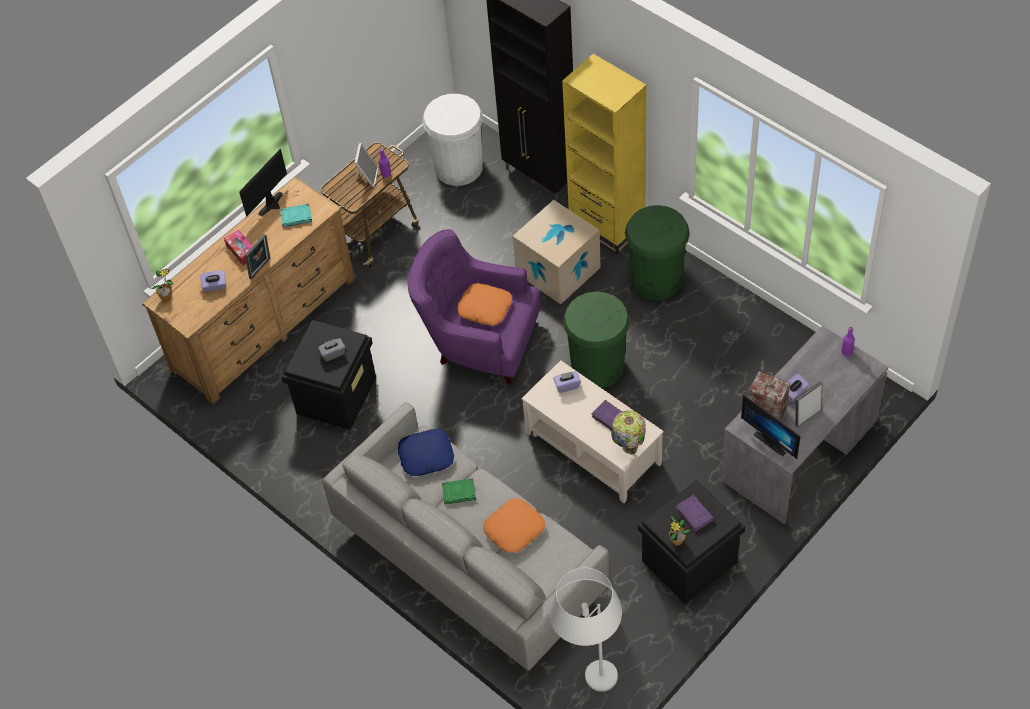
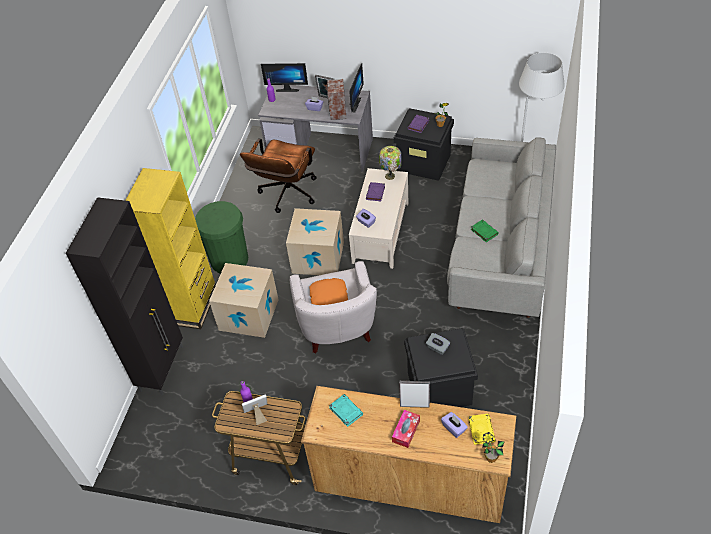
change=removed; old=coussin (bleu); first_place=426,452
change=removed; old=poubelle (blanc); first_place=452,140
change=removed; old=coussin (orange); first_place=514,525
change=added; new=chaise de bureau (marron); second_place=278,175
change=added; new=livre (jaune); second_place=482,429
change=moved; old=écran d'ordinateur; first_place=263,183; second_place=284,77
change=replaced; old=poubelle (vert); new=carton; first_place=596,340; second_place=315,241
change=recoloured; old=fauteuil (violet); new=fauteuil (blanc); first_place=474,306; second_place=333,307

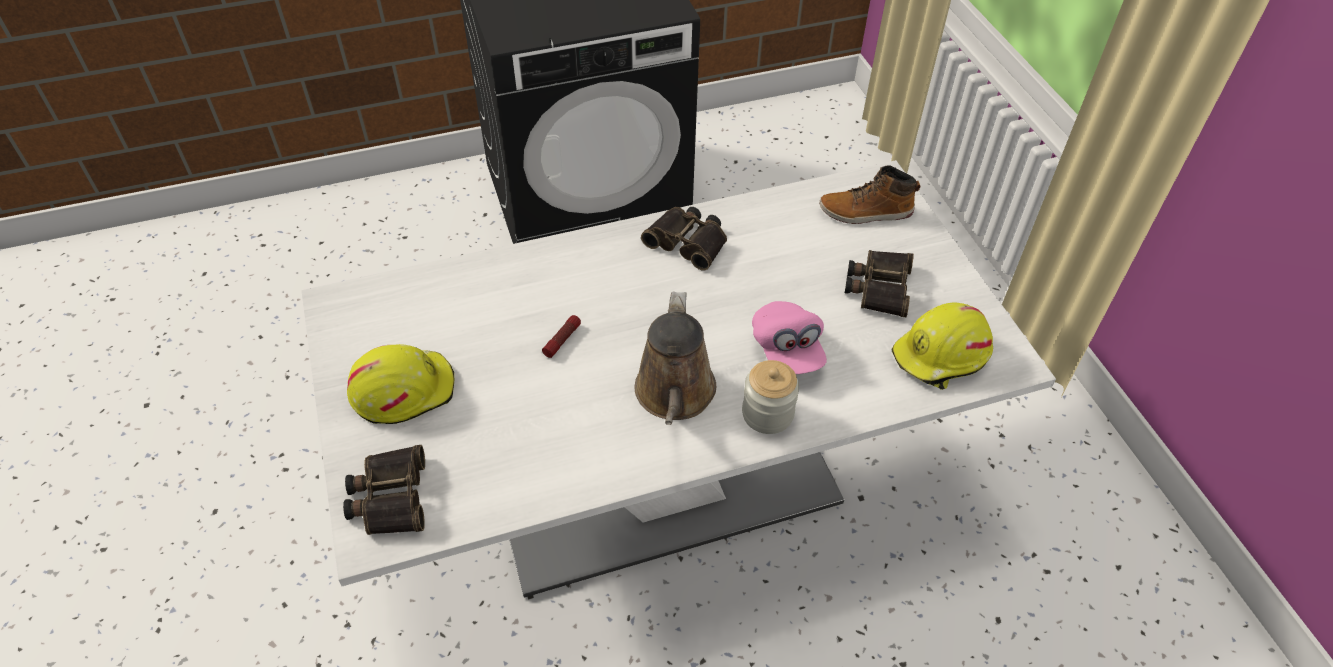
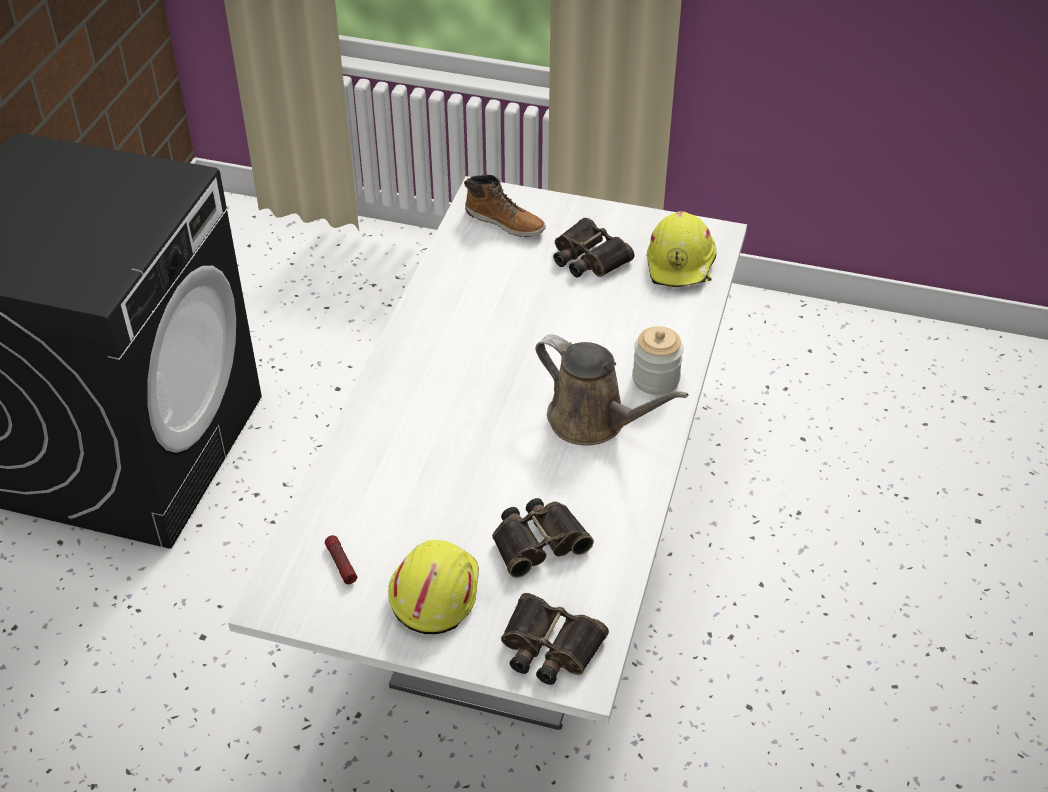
change=removed; old=casquette (rose); first_place=789,337
change=moved; old=lampe de poche; first_place=561,336; second_place=341,559
change=moved; old=jumelles; first_place=684,239; second_place=543,538
change=turned; old=botte; first_place=870,194; second_place=505,206; degrees=-90

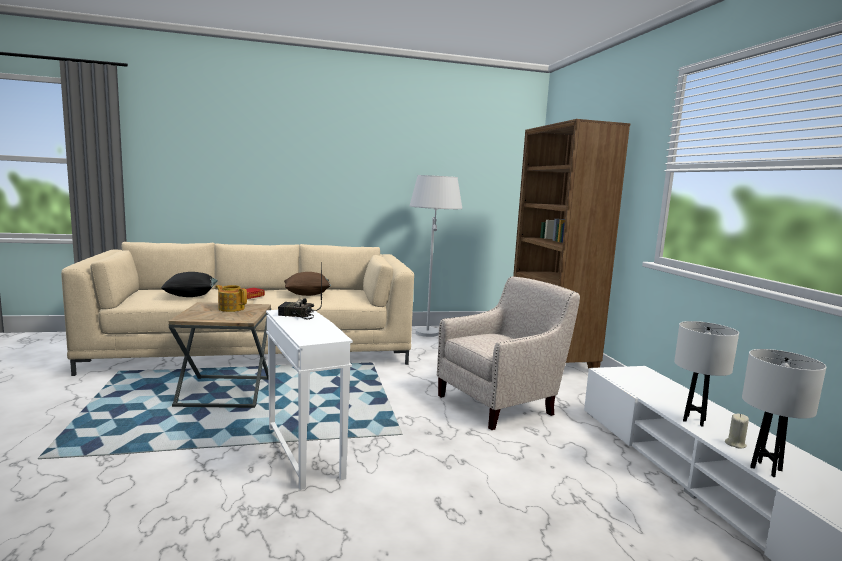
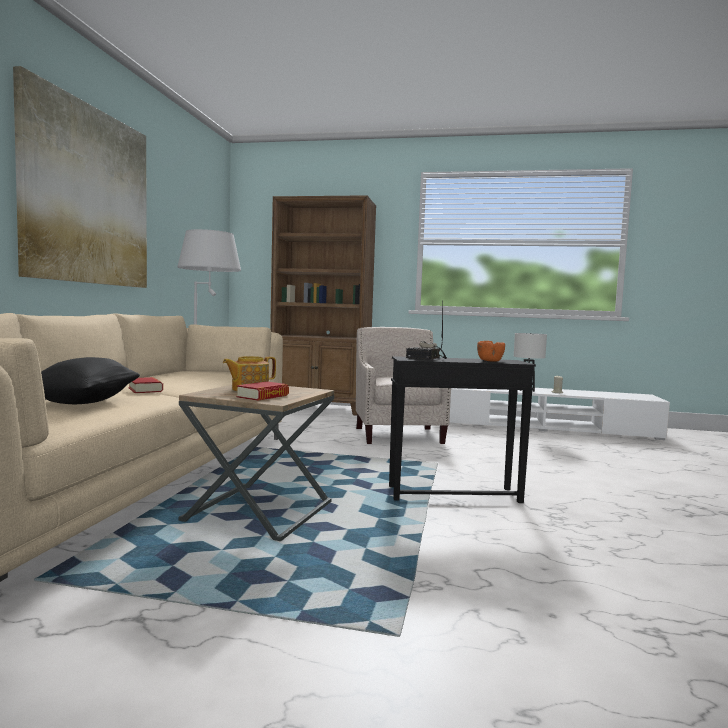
change=removed; old=coussin (marron); first_place=307,284
change=removed; old=lampe de table (blanc); first_place=784,413
change=added; new=tableau; second_place=80,177
change=added; new=livre; second_place=263,391
change=added; new=bol (orange); second_place=491,351
change=recoloured; old=table d'appoint (blanc); new=table d'appoint (noir); first_place=309,400; second_place=462,429

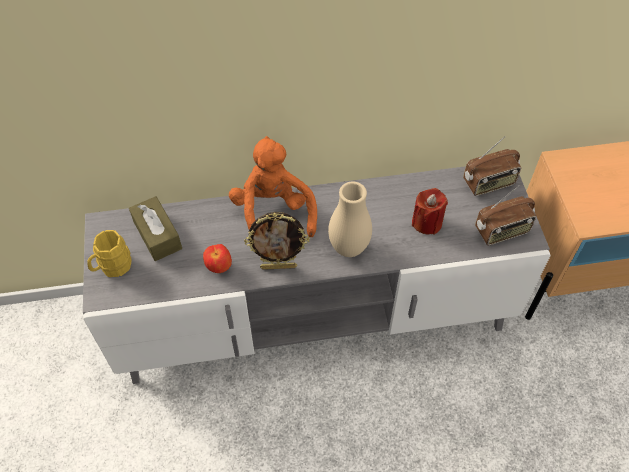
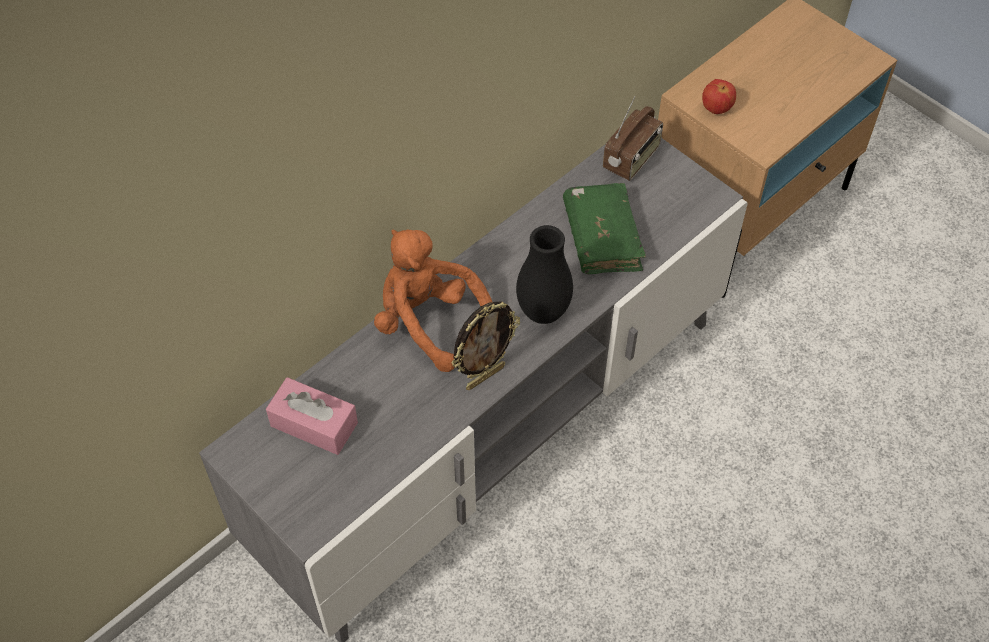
change=removed; old=mug (jaune); first_place=109,253
change=removed; old=radio; first_place=506,215
change=moved; old=pomme; first_place=217,258; second_place=719,96
change=replaced; old=bougie (rouge); new=livre (vert); first_place=430,211; second_place=604,228
change=recoloured; old=boîte à mouchoirs (marron); new=boîte à mouchoirs (rose); first_place=155,228; second_place=312,416
change=recoloured; old=vase (beige); new=vase (noir); first_place=350,219; second_place=544,274

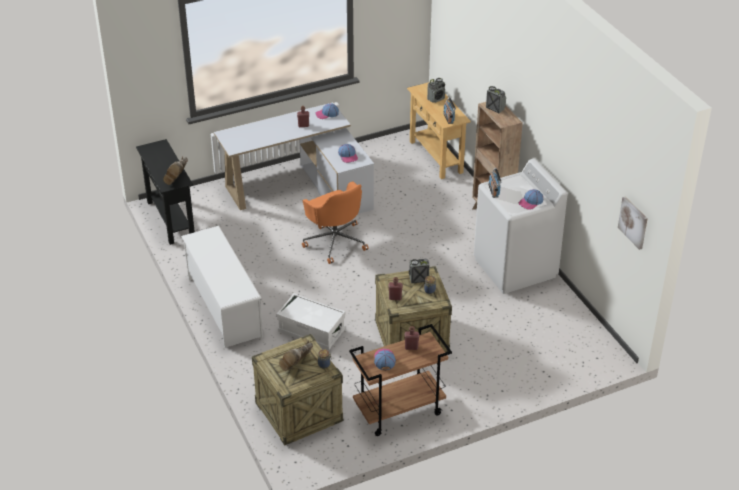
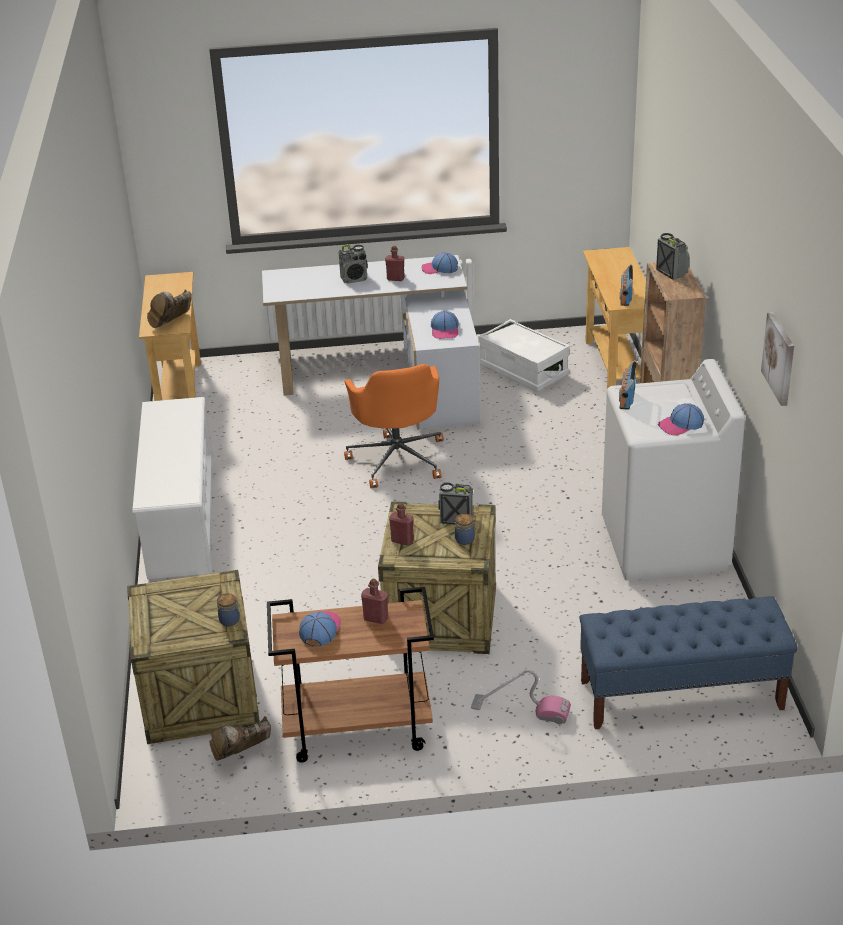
change=added; new=aspirateur; second_place=521,696
change=added; new=banc (bleu); second_place=688,662
change=moved; old=boîte de rangement (blanc); first_place=310,321; second_place=524,355
change=moved; old=botte (marron); first_place=296,355; second_place=240,738
change=moved; old=radio; first_place=436,90; second_place=353,264
change=moved; old=tableau; first_place=633,223; second_place=777,359
change=recoloured; old=table console (noir); new=table console (beige); first_place=165,192; second_place=170,336

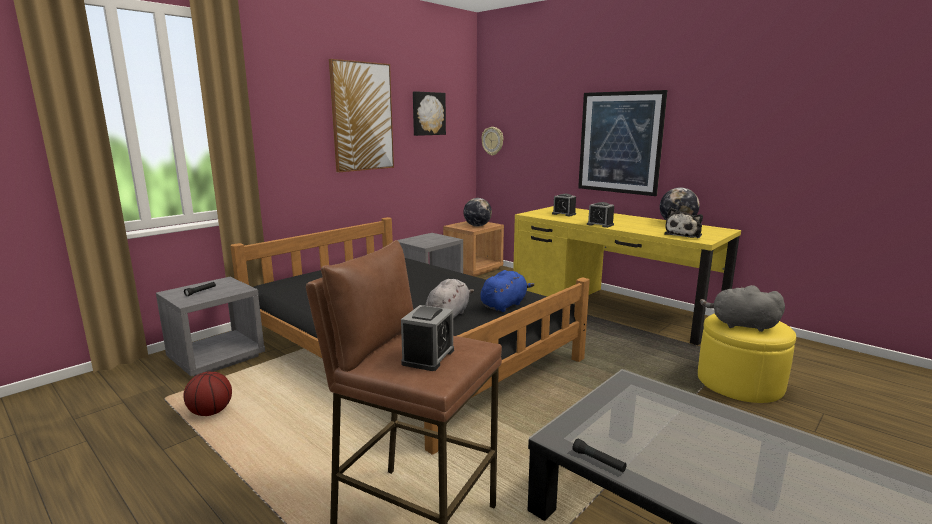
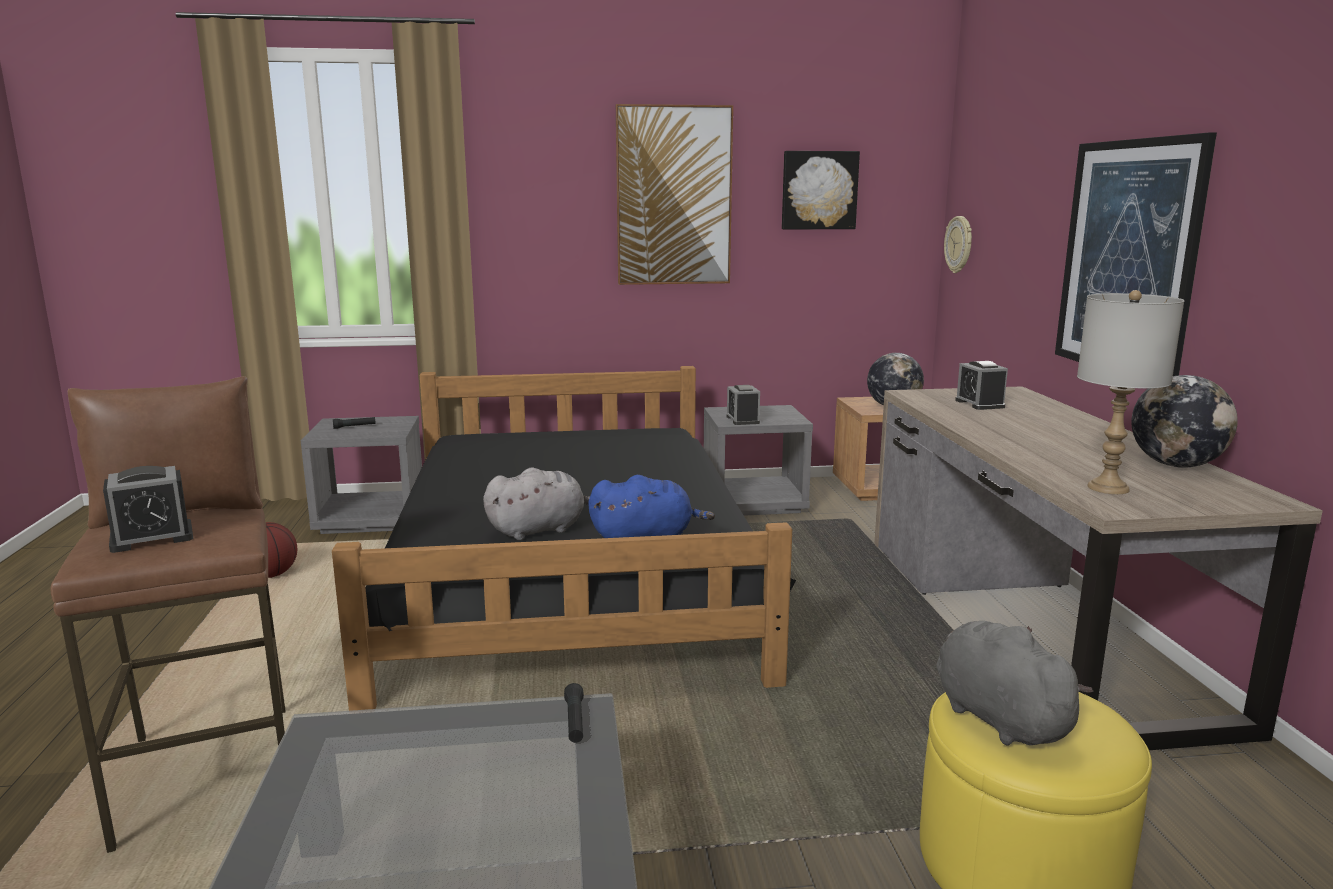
change=moved; old=lampe de poche (noir); first_place=600,455; second_place=574,713
change=moved; old=réveil; first_place=600,215; second_place=743,405
change=replaced; old=peluche; new=lampe de table (gris); first_place=683,223; second_place=1131,392
change=recoloured; old=bureau (jaune); new=bureau (marron); first_place=627,275; second_place=1098,568

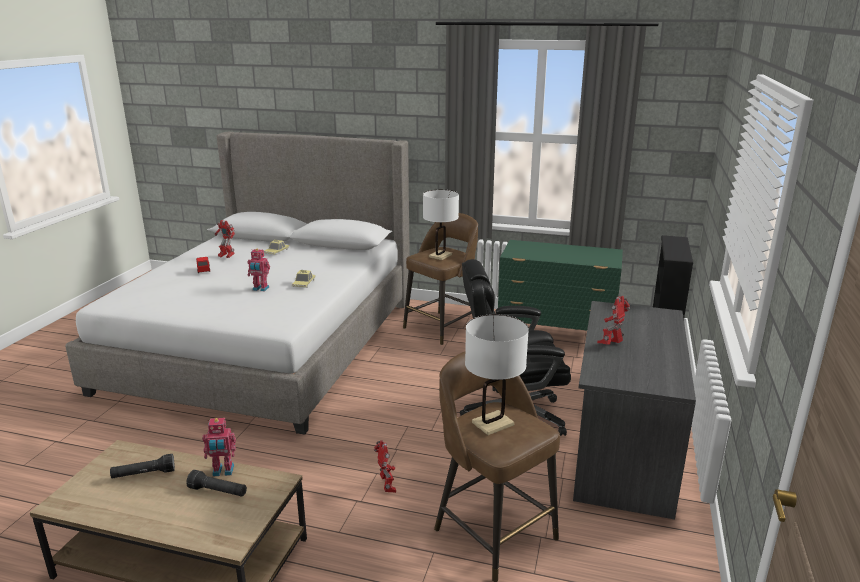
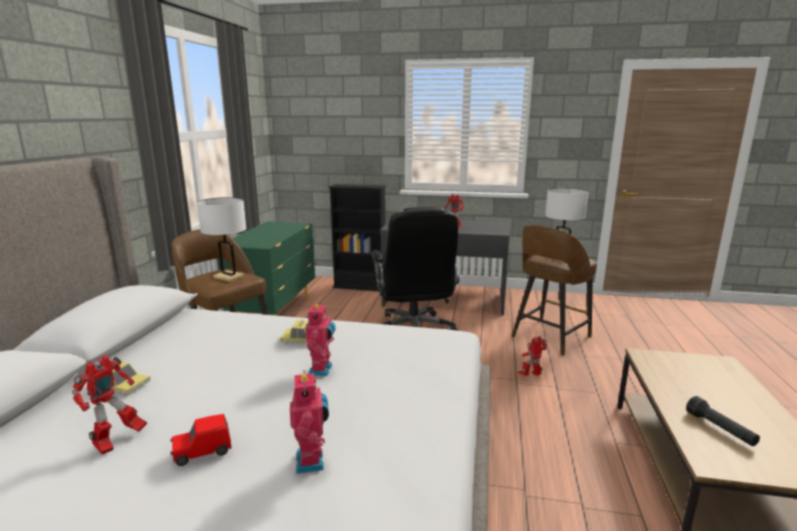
change=removed; old=lampe de poche (noir); first_place=216,483
change=moved; old=robot jouet; first_place=219,447; second_place=309,422

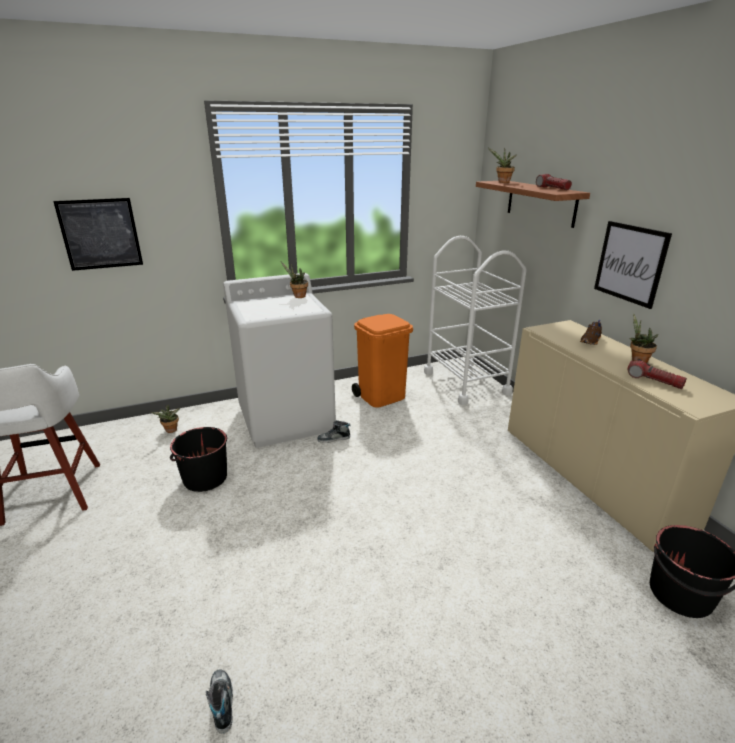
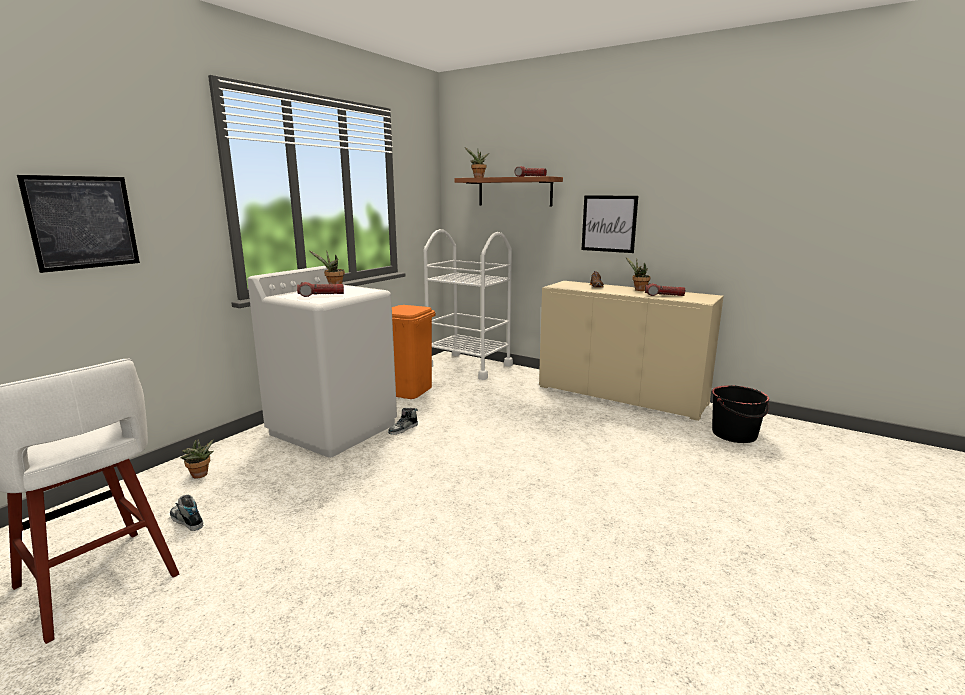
change=removed; old=seau (noir); first_place=198,459
change=added; new=lampe de poche; second_place=320,289
change=moved; old=chaussure; first_place=219,701; second_place=186,513

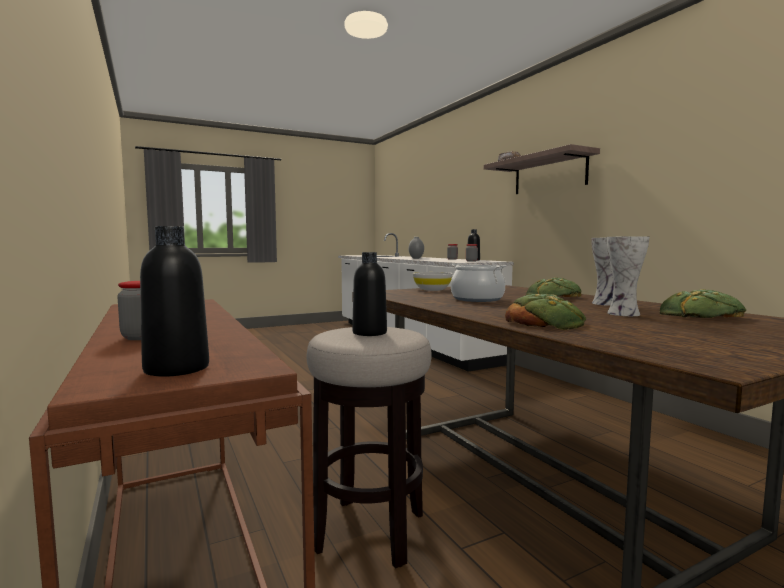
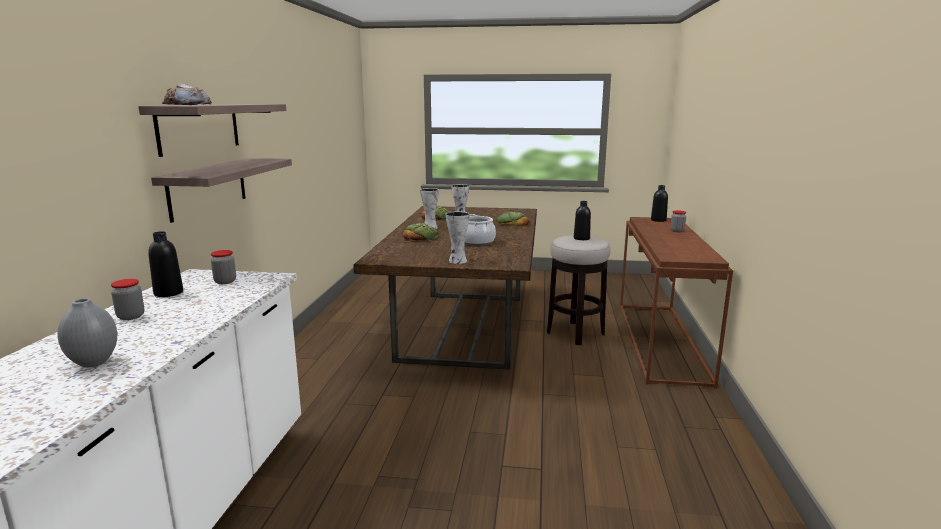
change=added; new=étagère; second_place=221,190
change=replaced; old=bol (blanc); new=vase; first_place=433,281; second_place=458,237

